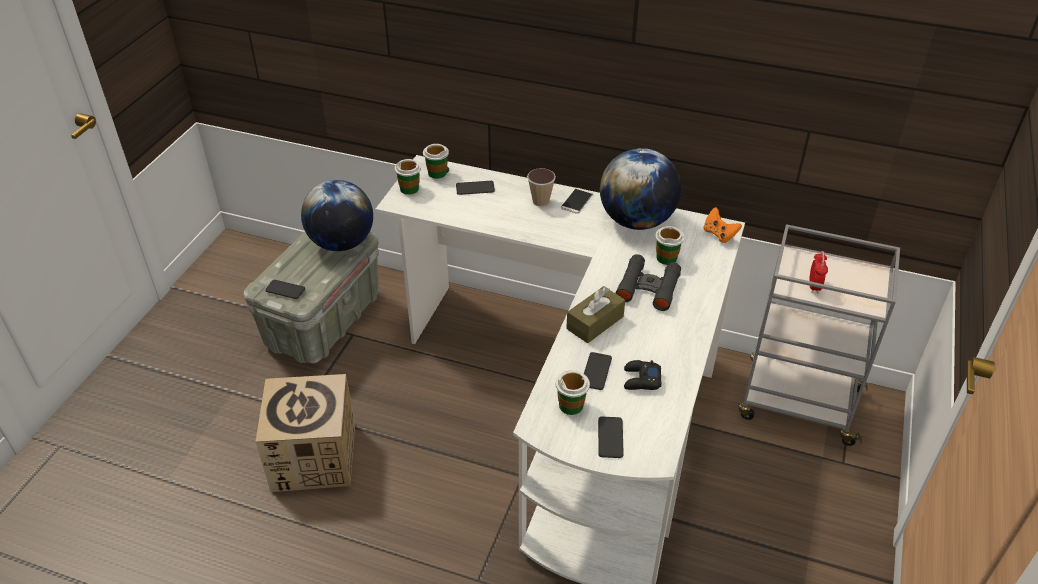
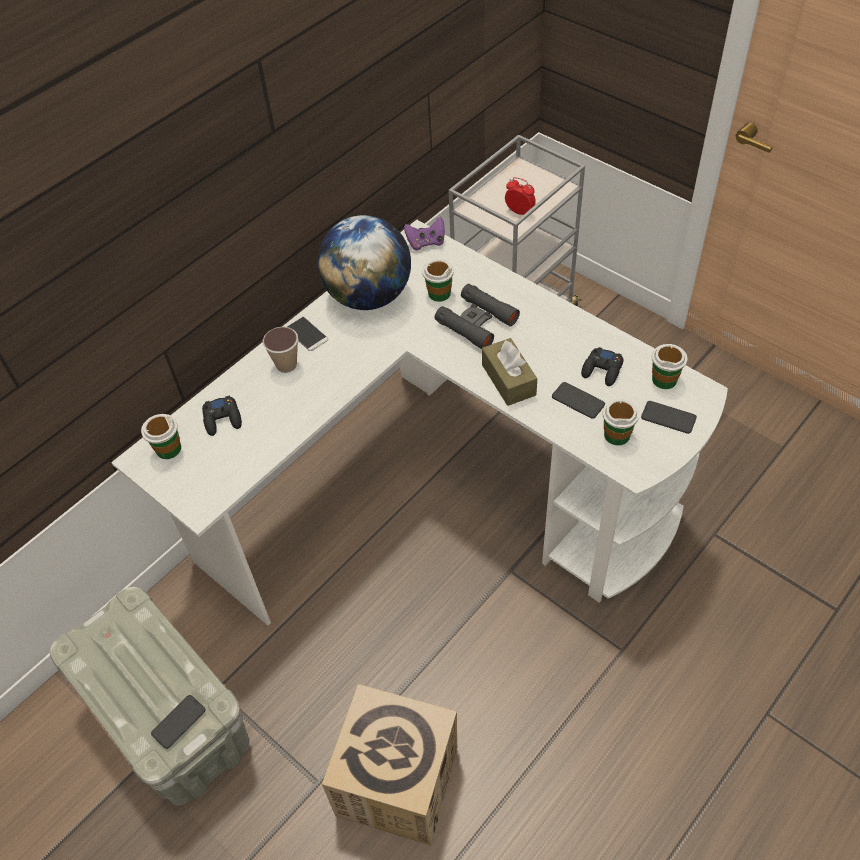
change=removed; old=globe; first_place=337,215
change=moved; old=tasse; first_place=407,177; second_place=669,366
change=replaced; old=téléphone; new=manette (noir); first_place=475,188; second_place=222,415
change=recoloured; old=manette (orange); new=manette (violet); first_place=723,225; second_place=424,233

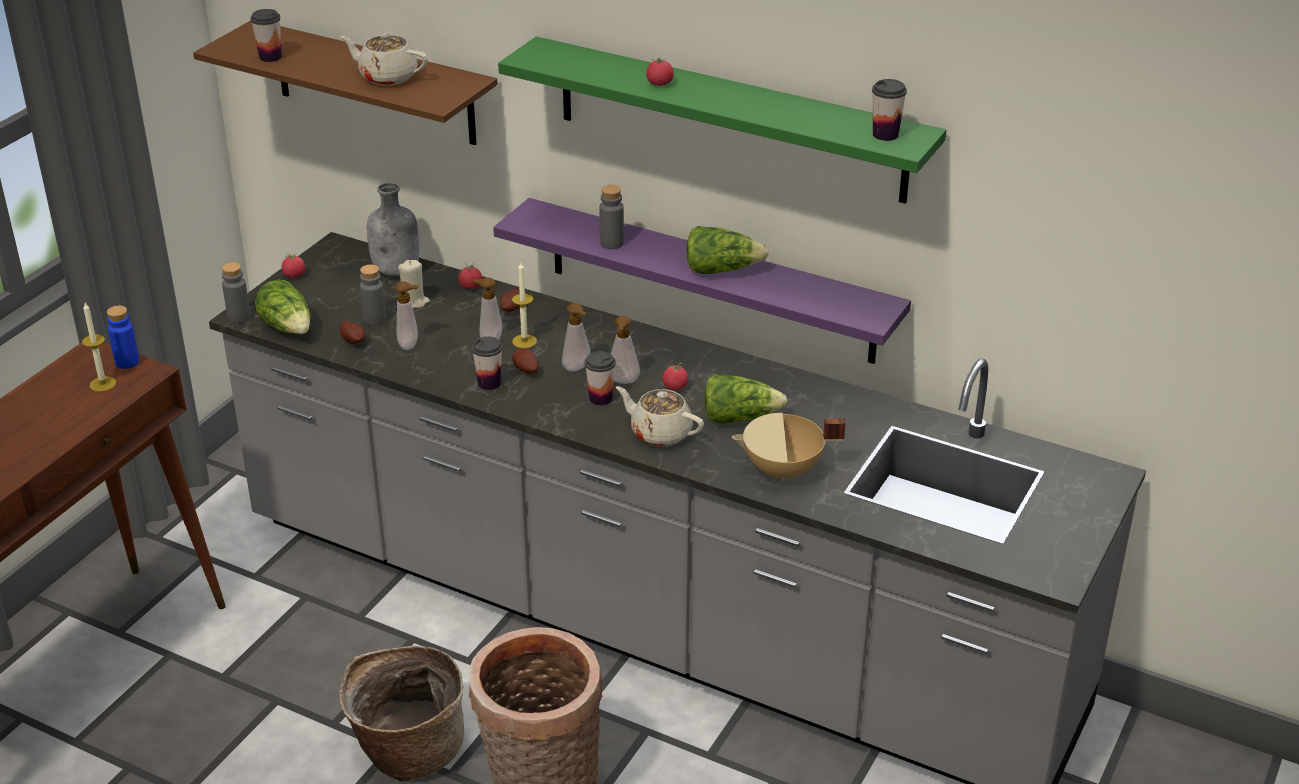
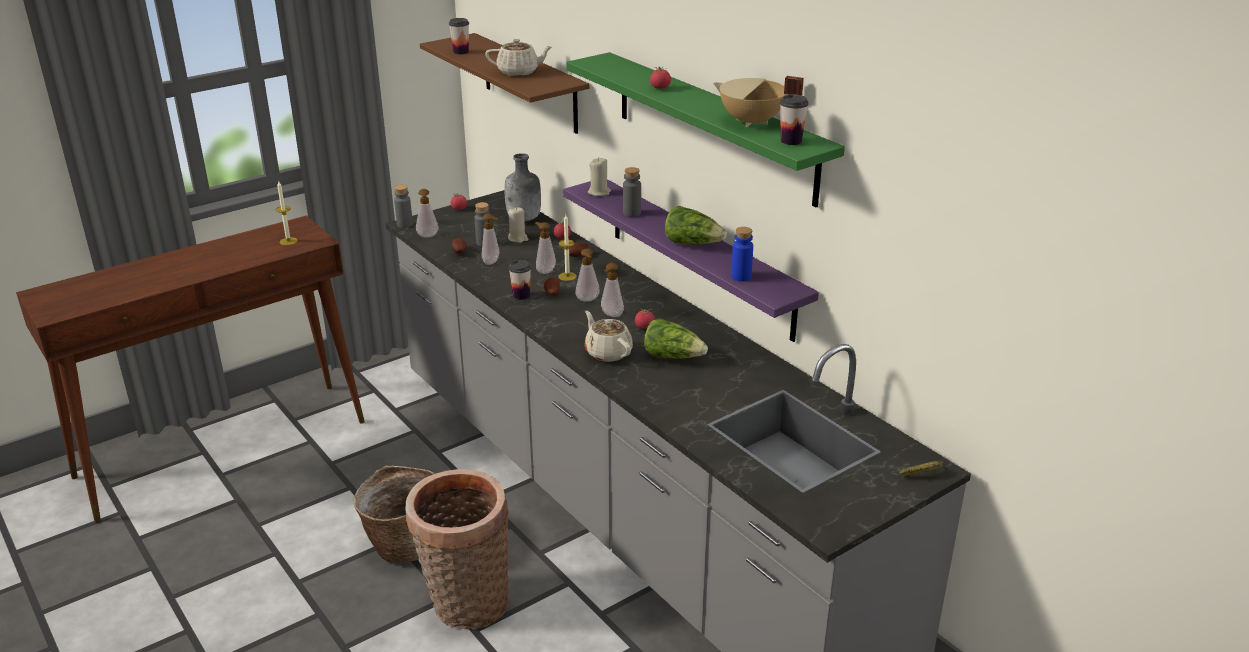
change=removed; old=tasse; first_place=600,378
change=added; new=bougie (beige); second_place=599,177
change=added; new=banane; second_place=921,468
change=moved; old=bouteille (bleu); first_place=123,337; second_place=742,254
change=moved; old=marmite (beige); first_place=789,447; second_place=758,101
change=replaced; old=laitue; new=distributeur de savon; first_place=283,306; second_place=427,213
change=turned; old=théière (beige); first_place=384,59; second_place=519,57; degrees=135

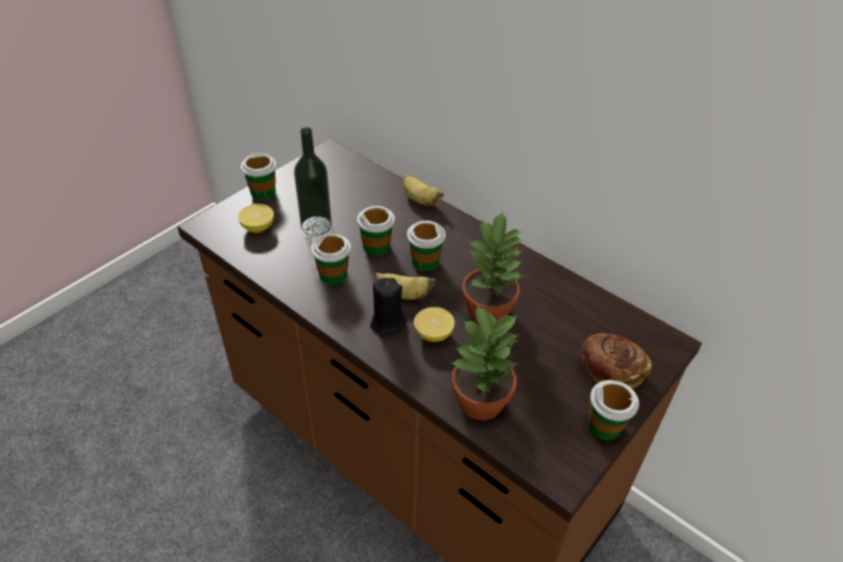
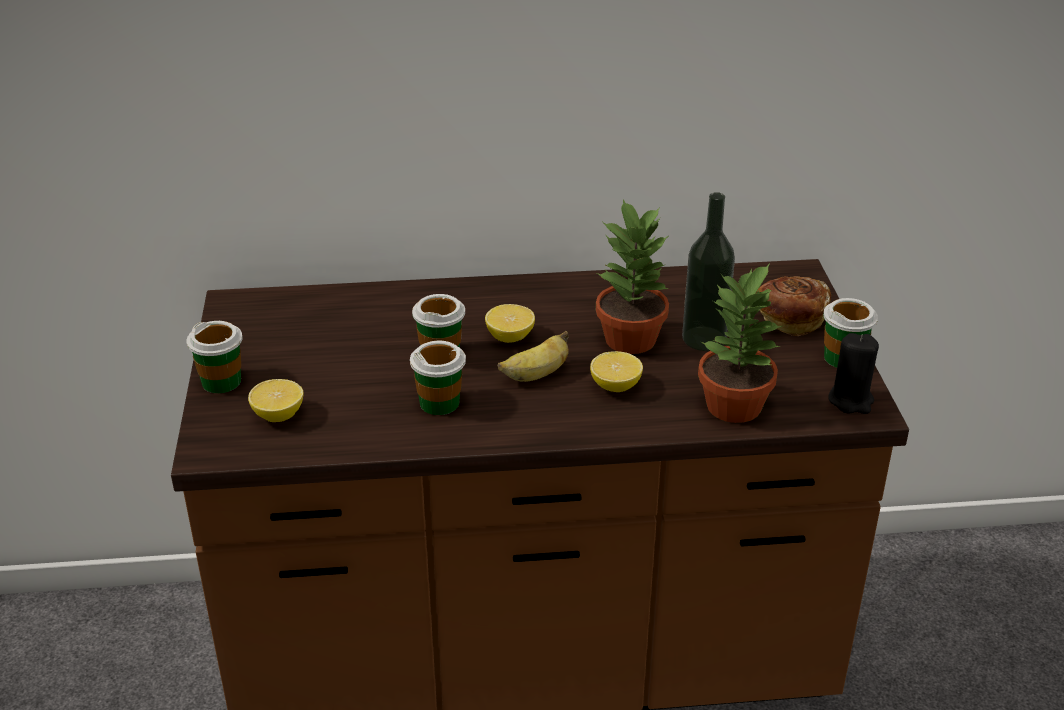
change=removed; old=banane; first_place=423,190
change=moved; old=bouteille; first_place=313,181; second_place=708,271
change=moved; old=bougie (noir); first_place=388,307; second_place=853,373
change=replaced; old=tasse; new=citron; first_place=426,246; second_place=510,323

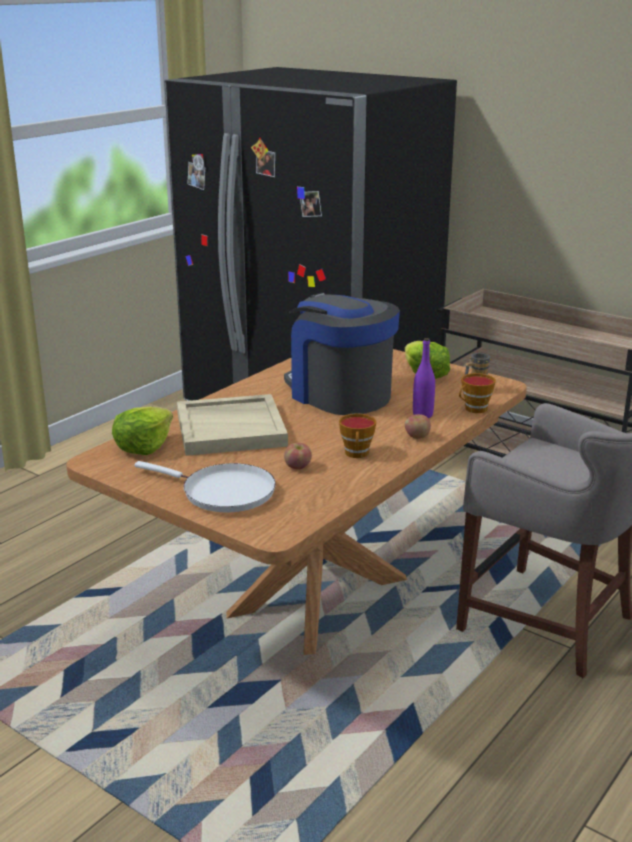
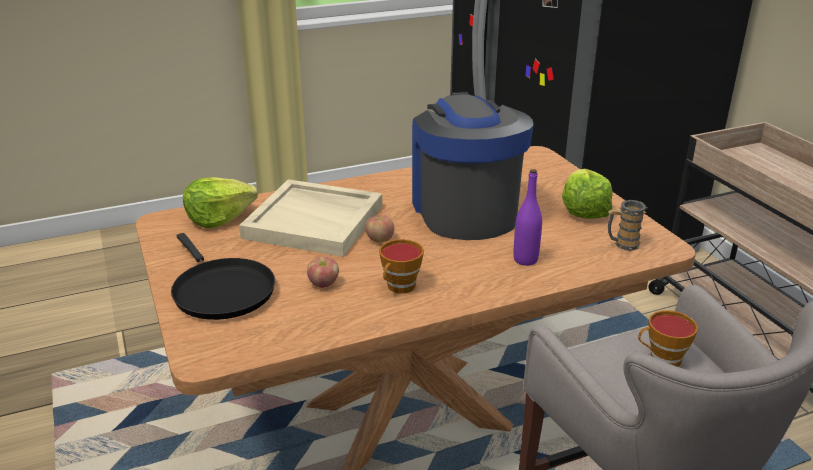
change=moved; old=pomme; first_place=418,426; second_place=379,228
change=moved; old=tasse; first_place=477,393; second_place=668,338
change=recoloured; old=poêle (blanc); new=poêle (noir); first_place=205,486; second_place=223,276

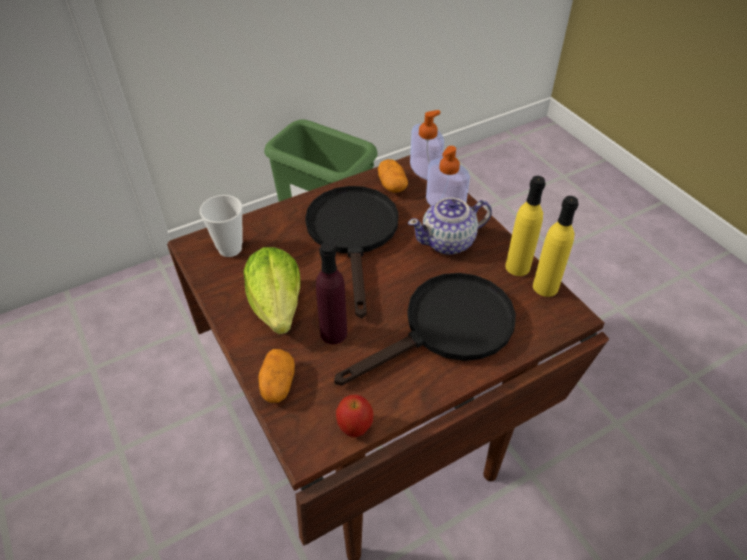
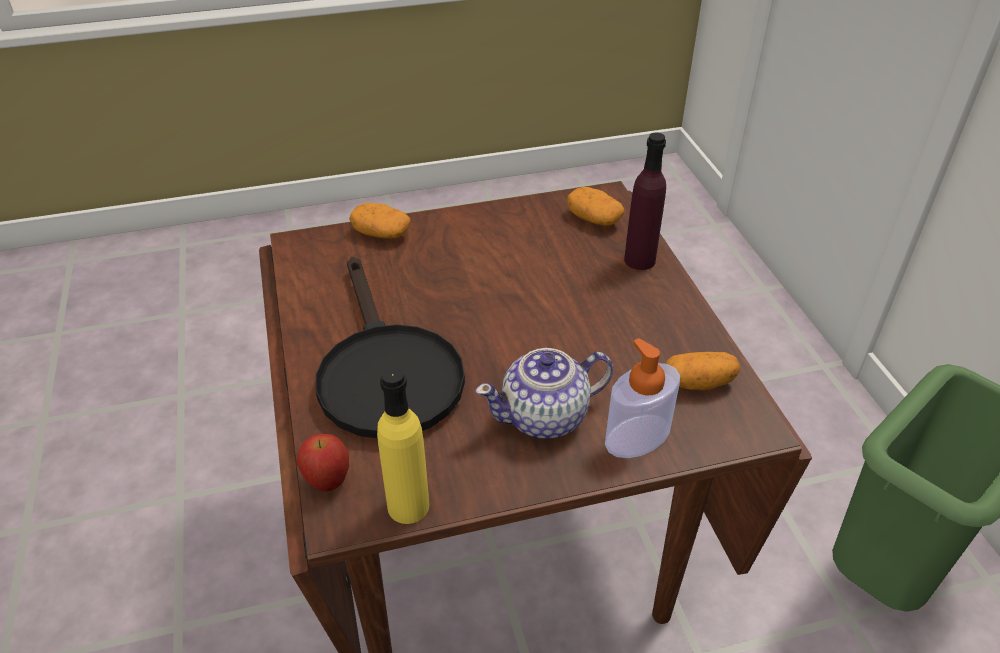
change=removed; old=laitue; first_place=272,290
change=removed; old=poêle (noir); first_place=352,252
change=removed; old=distributeur de savon; first_place=427,145
change=removed; old=bouteille (jaune); first_place=525,226
change=moved; old=bouteille (violet); first_place=331,293; second_place=645,201
change=moved; old=pomme; first_place=354,415; second_place=323,463
change=replaced; old=tasse; new=pomme de terre; first_place=221,226; second_place=596,206
change=turned; old=théière; first_place=450,226; second_place=544,393; degrees=-105

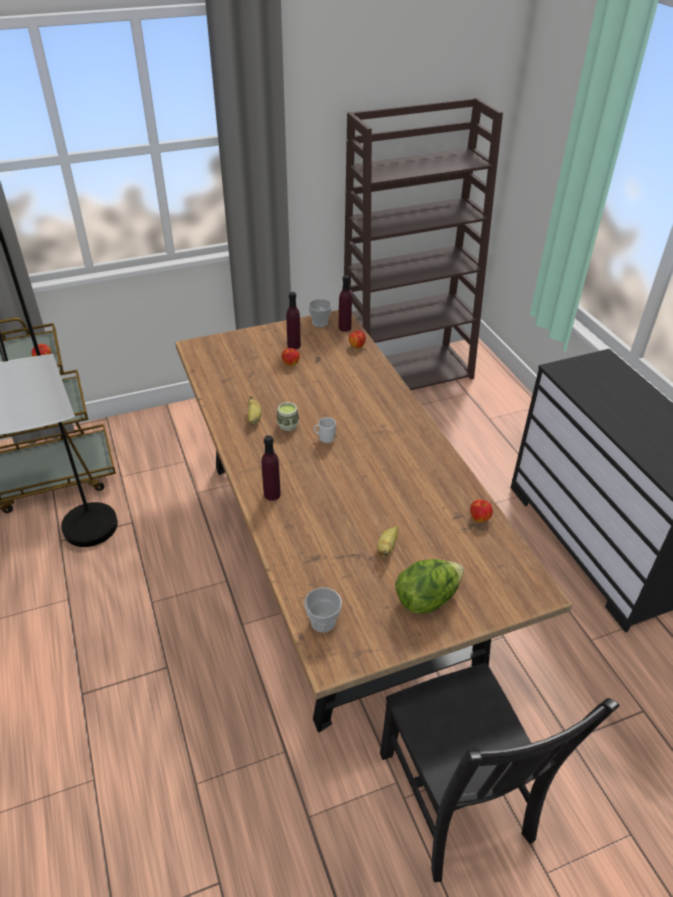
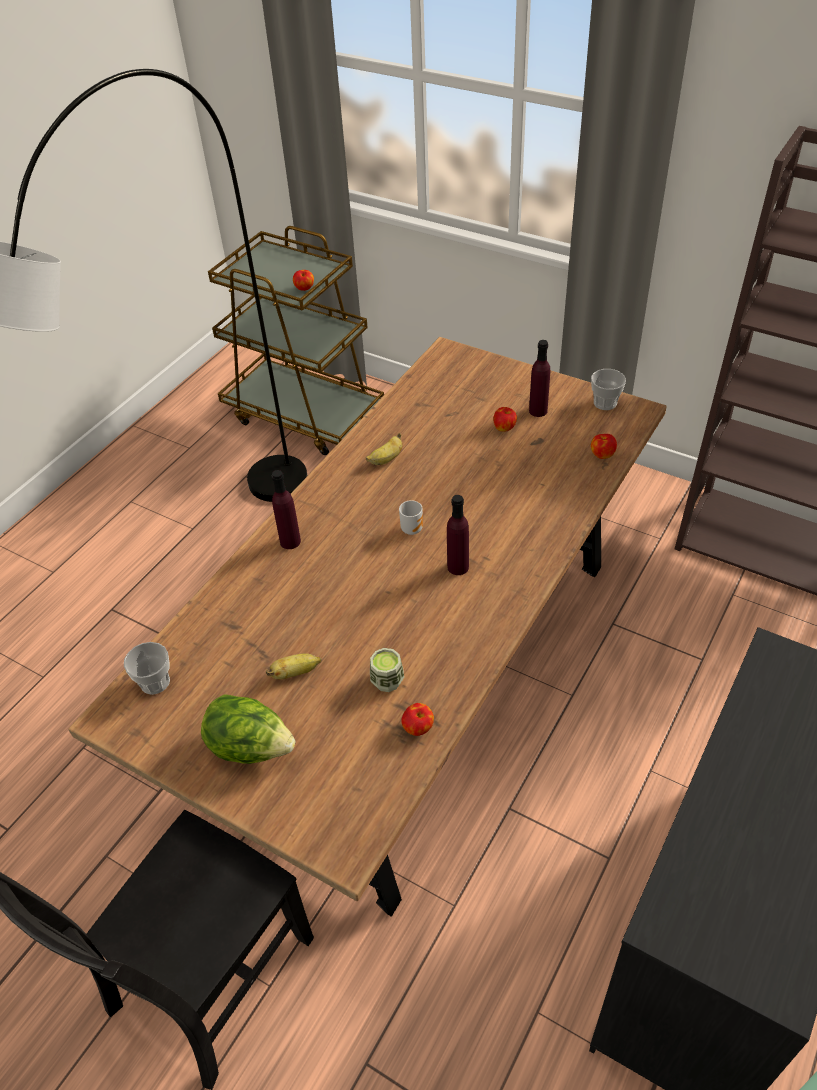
change=moved; old=tasse; first_place=288,416; second_place=387,670
change=moved; old=bouteille (violet); first_place=345,303; second_place=458,535

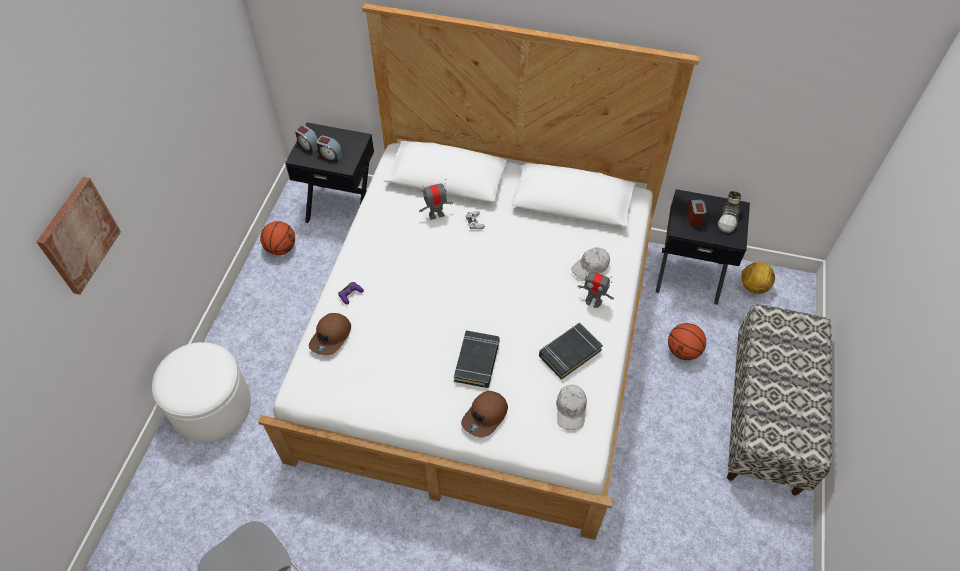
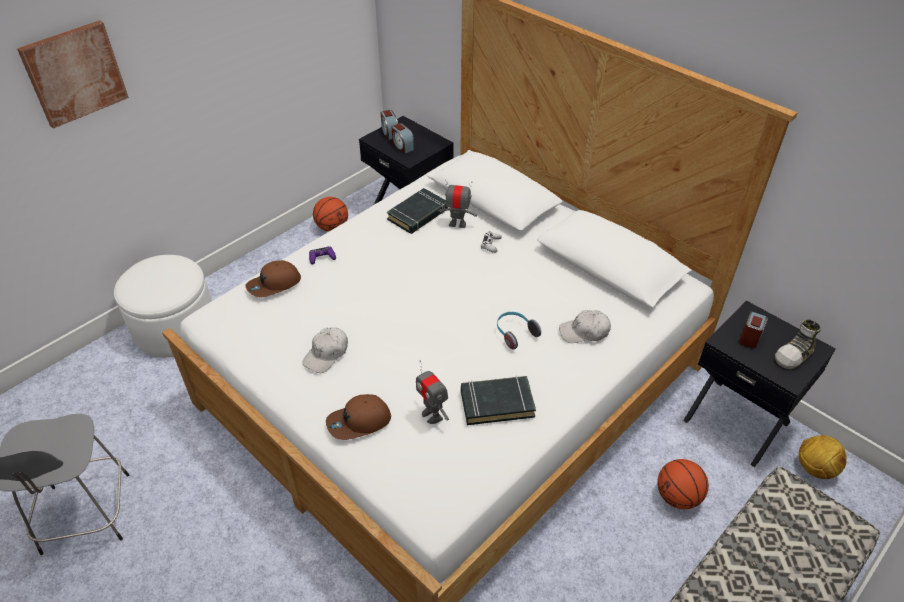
change=added; new=casque audio; second_place=519,331
change=moved; old=livre (noir); first_place=477,359; second_place=417,211
change=moved; old=casquette (blanc); first_place=571,407; second_place=325,350
change=moved; old=robot jouet; first_place=595,287; second_place=432,392

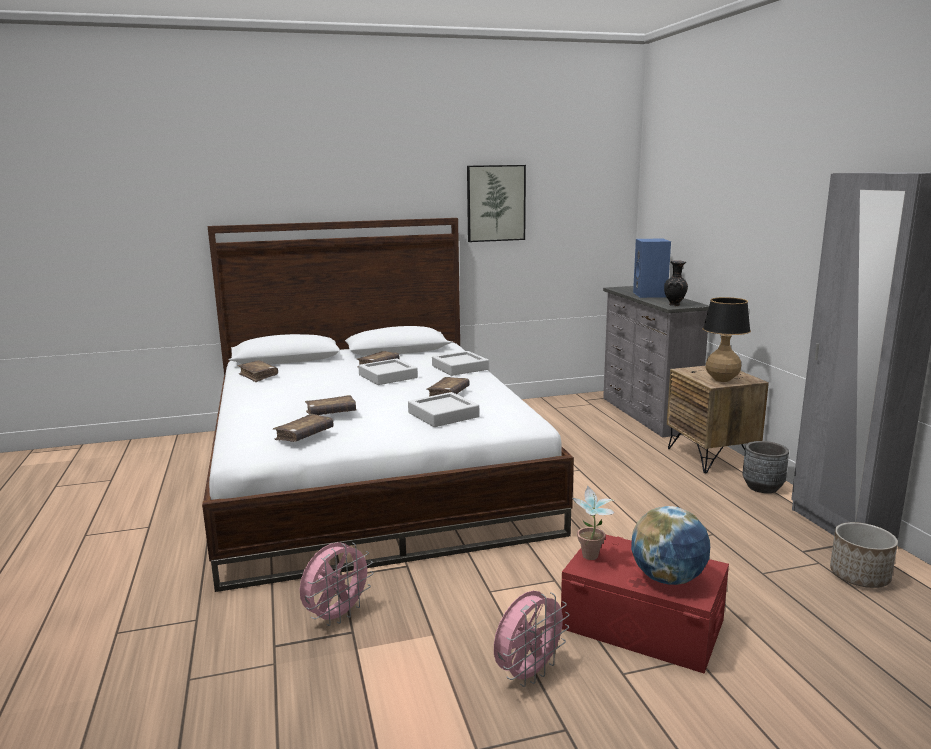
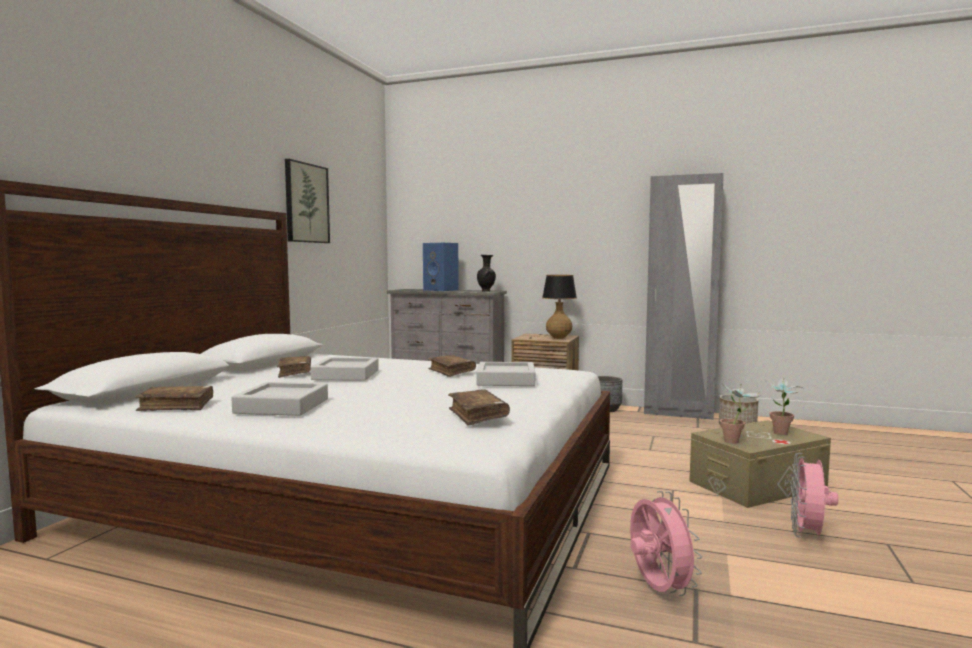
change=removed; old=livre (marron); first_place=330,405
change=moved; old=plateau (gris); first_place=460,363; second_place=279,399
change=replaced; old=globe; new=plante en pot; first_place=670,545; second_place=784,405
change=recoloured; old=boîte de rangement (rouge); new=boîte de rangement (beige); first_place=645,603; second_place=760,464
change=turned; old=ventilateur (rose); first_place=531,639; second_place=814,495; degrees=-150

